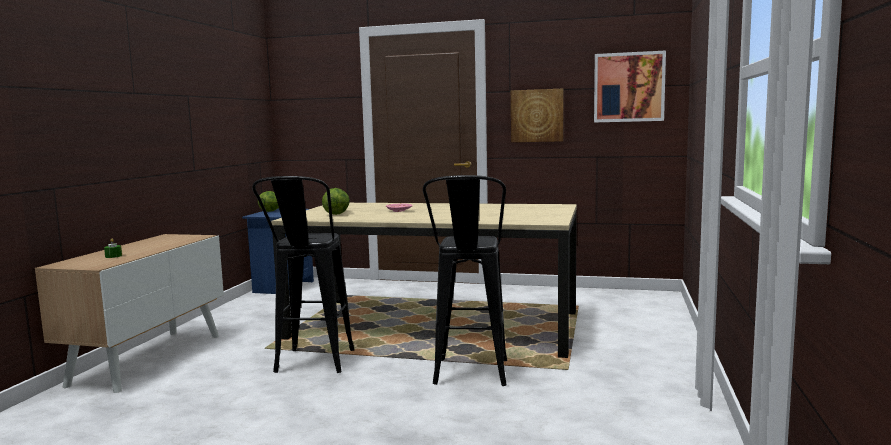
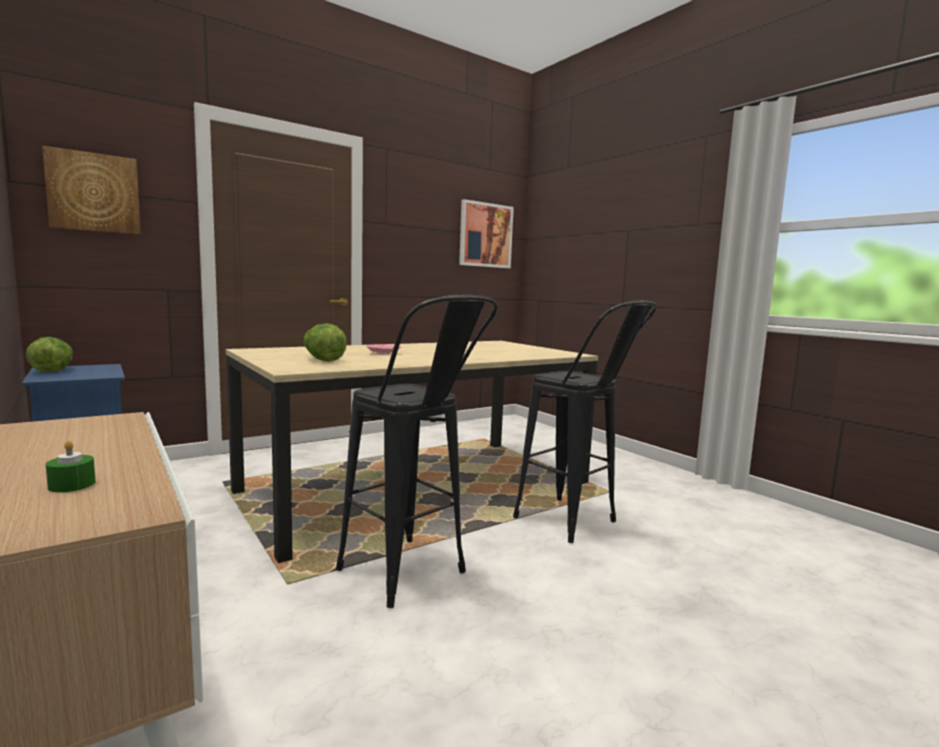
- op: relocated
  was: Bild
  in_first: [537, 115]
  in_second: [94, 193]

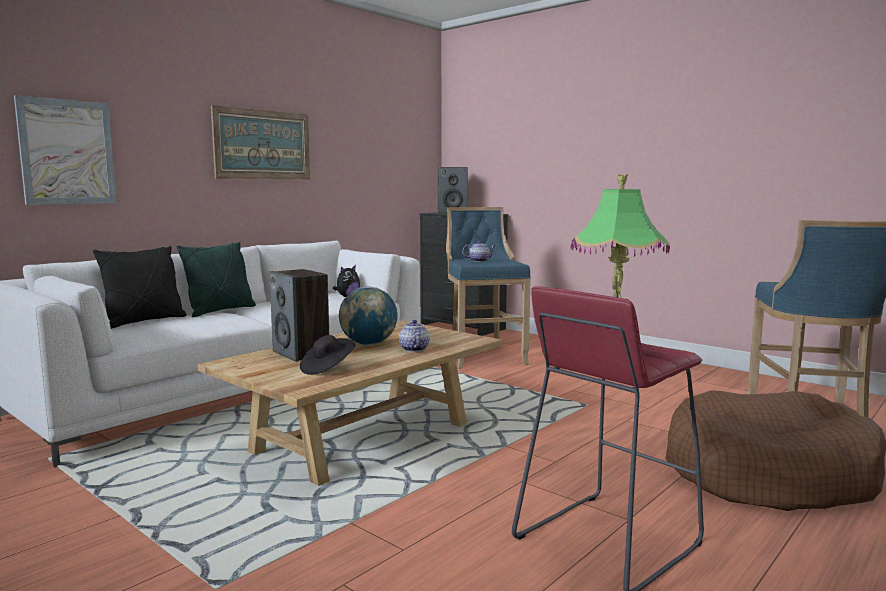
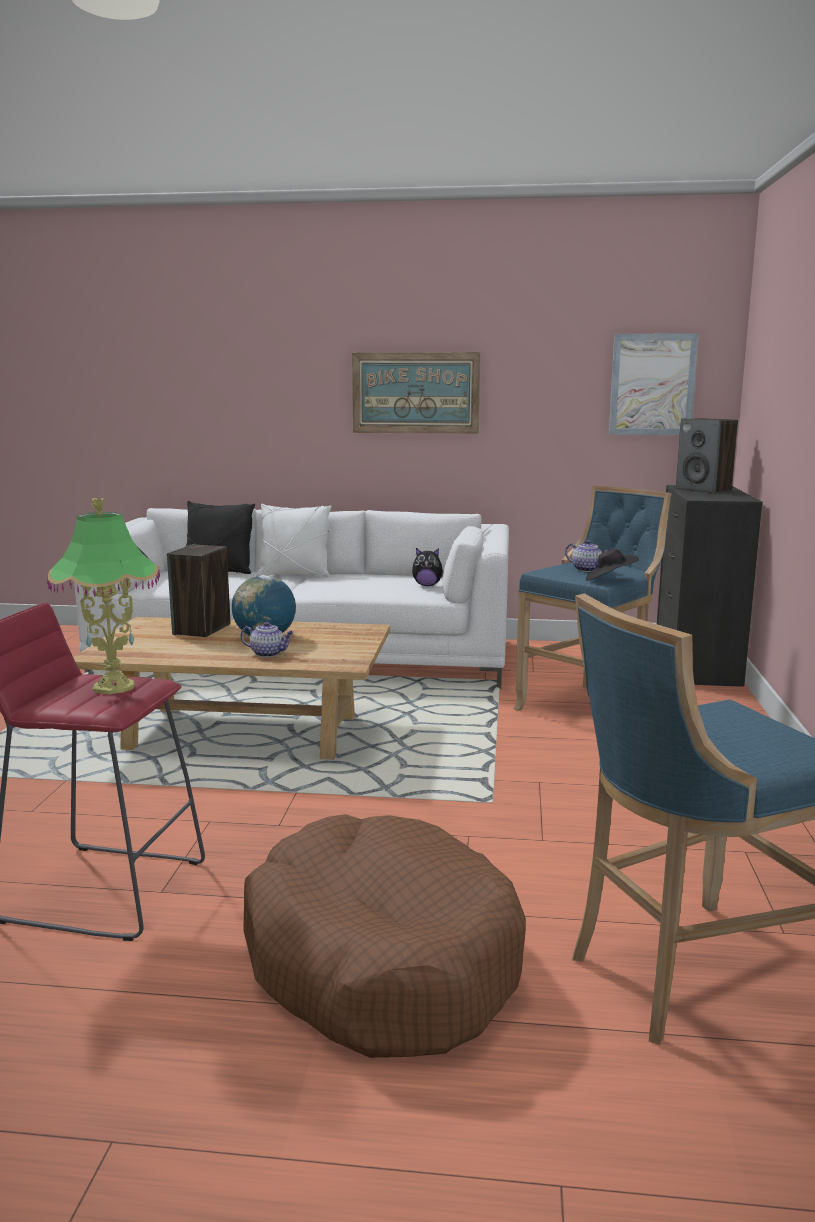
- op: relocated
  was: Bild
  in_first: [67, 152]
  in_second: [652, 384]
- op: colour
  was: Kissen [grün]
  now: Kissen [weiß]
  in_first: [220, 311]
  in_second: [294, 575]
- op: spun
  was: Teekanne
  in_first: [413, 349]
  in_second: [268, 654]
  clockwise: 60
- op: relocated
  was: Hut [schwarz]
  in_first: [327, 369]
  in_second: [610, 580]

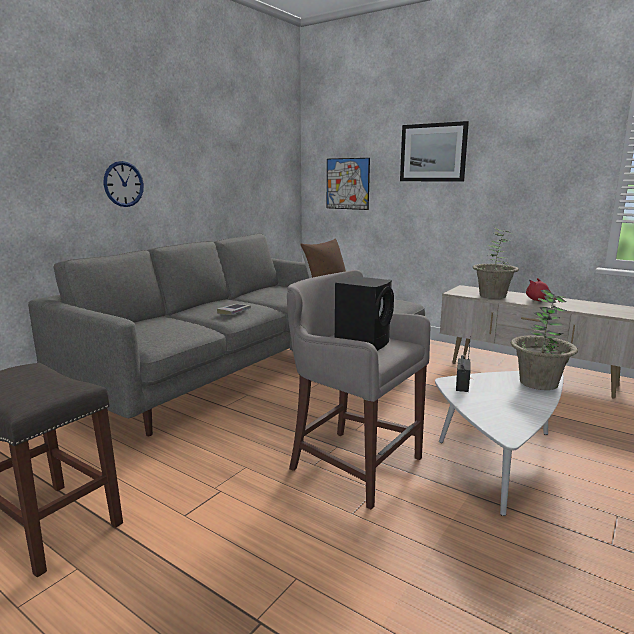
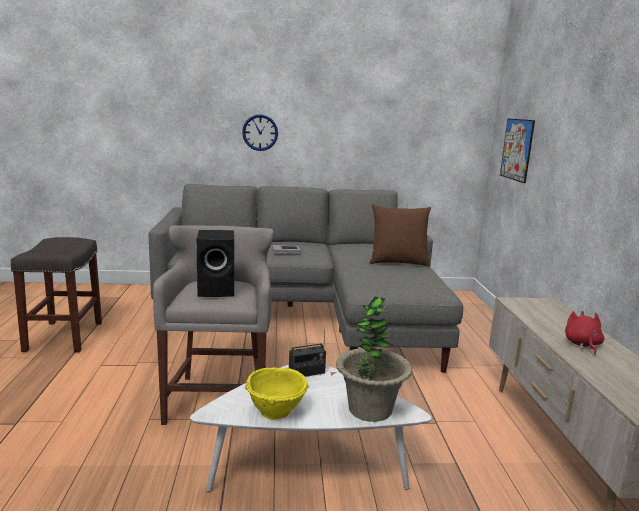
- op: missing
  was: Bild
  in_first: [433, 152]
- op: missing
  was: Topfpflanze
  in_first: [492, 296]
- op: appeared
  now: Schüssel [gelb]
  in_second: [276, 411]

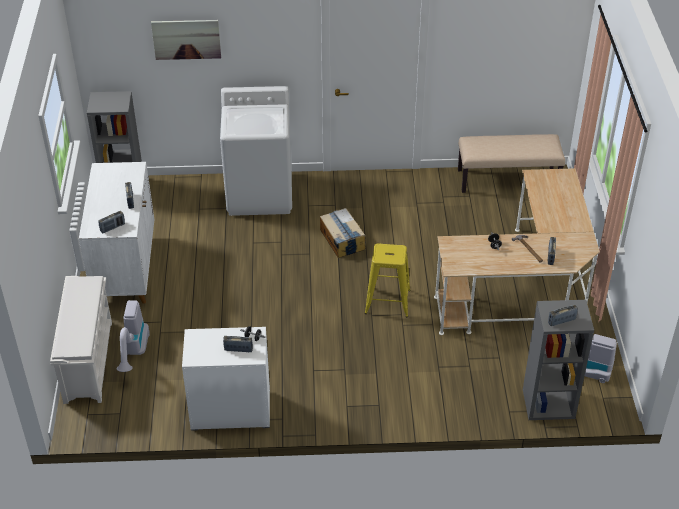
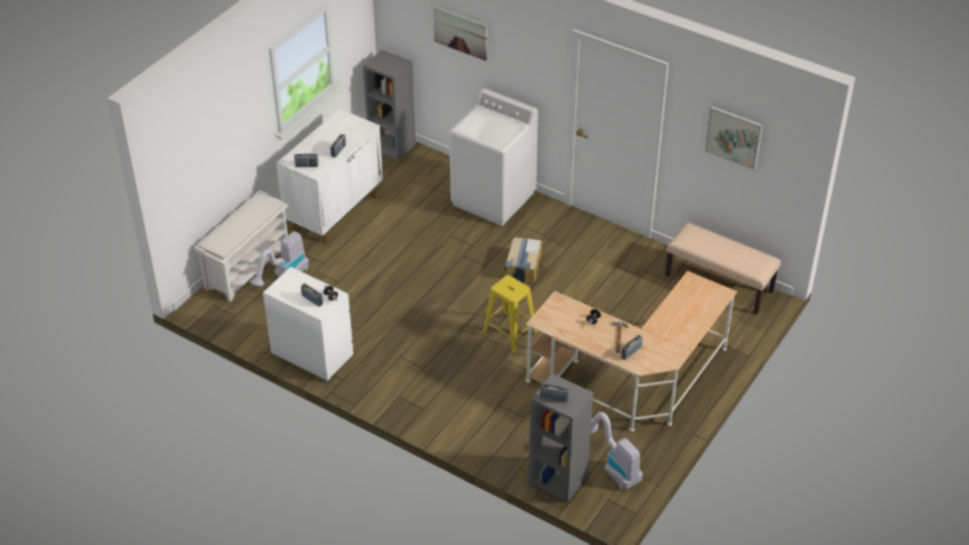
- op: appeared
  now: Bild
  in_second: [733, 137]

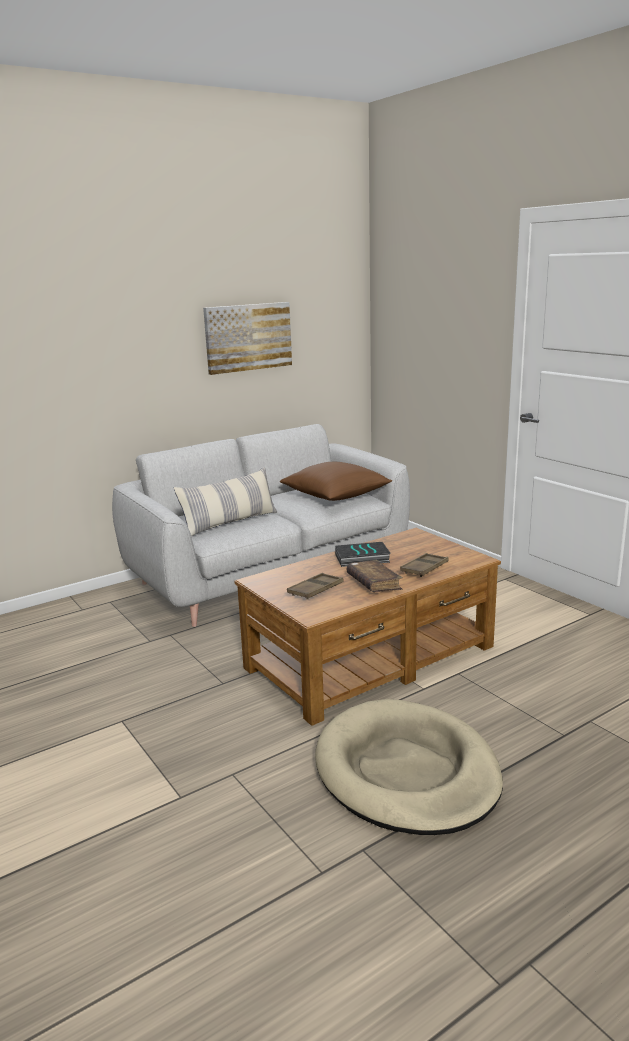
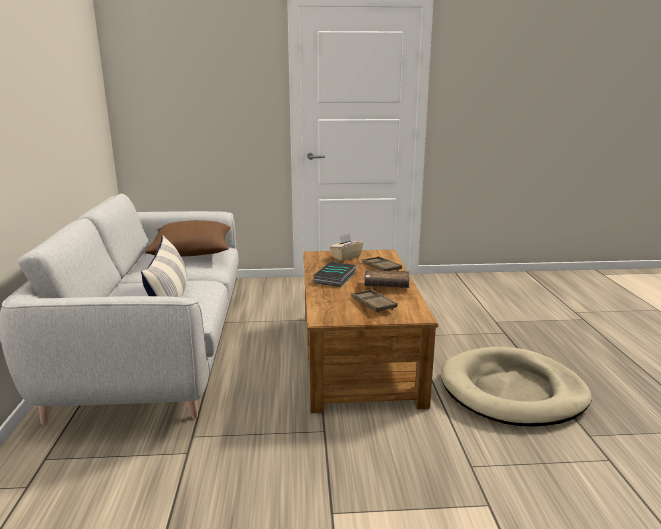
- op: missing
  was: Bild
  in_first: [248, 337]
- op: appeared
  now: Taschentuchbox [beige]
  in_second: [346, 257]

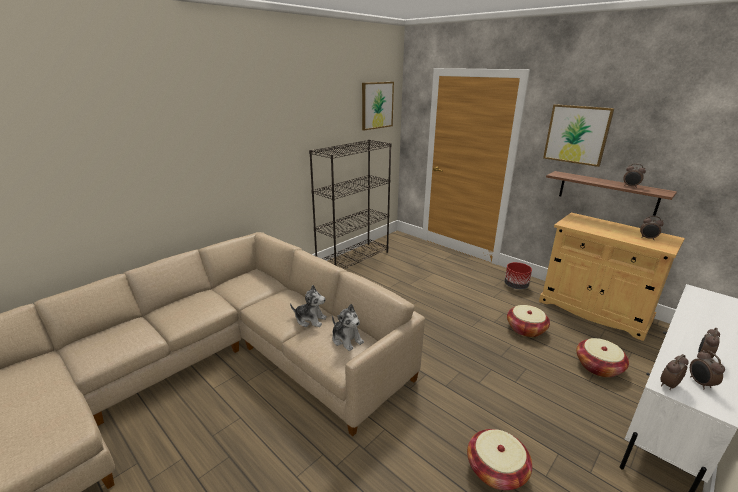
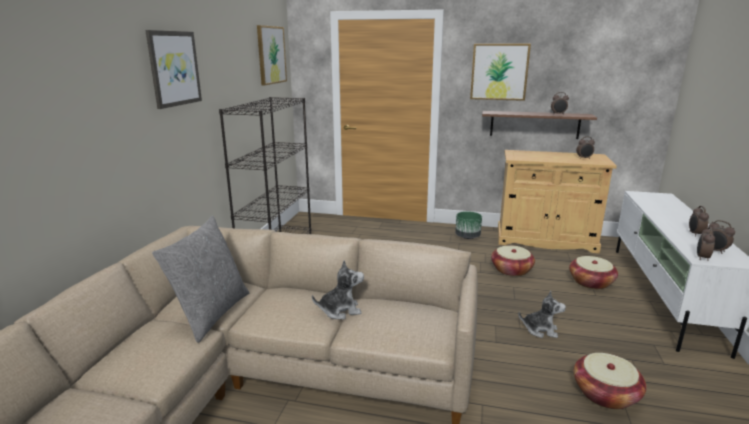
- op: colour
  was: Pflanzkübel [rot]
  now: Pflanzkübel [grün]
  in_first: [516, 286]
  in_second: [467, 236]
- op: relocated
  was: Plüschtier
  in_first: [346, 339]
  in_second: [540, 330]
- op: appeared
  now: Bild
  in_second: [174, 68]
- op: appeared
  now: Kissen [grau]
  in_second: [211, 314]

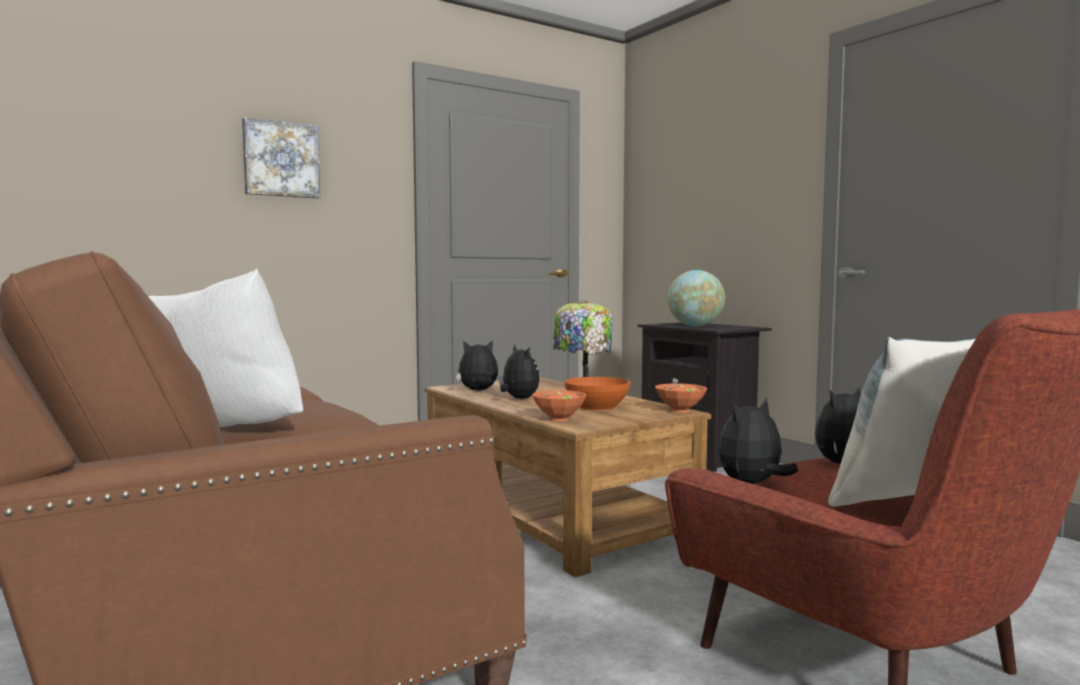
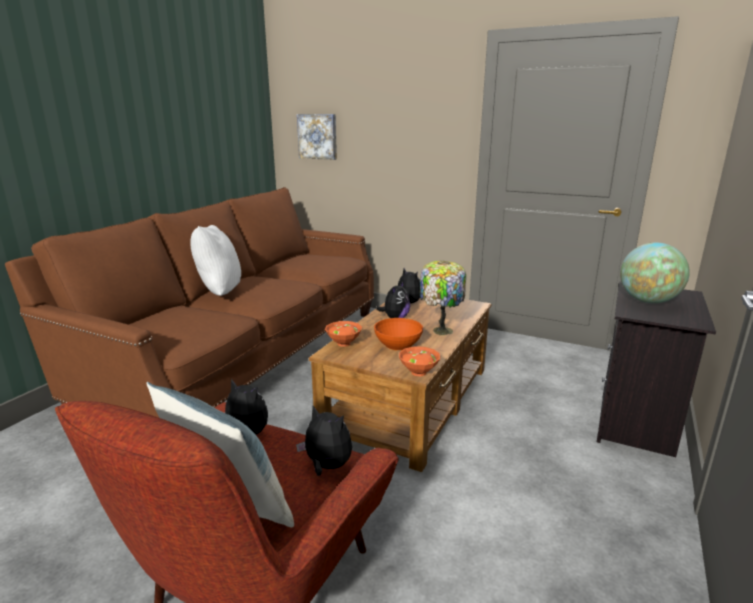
- op: relocated
  was: Bild
  in_first: [281, 160]
  in_second: [318, 136]

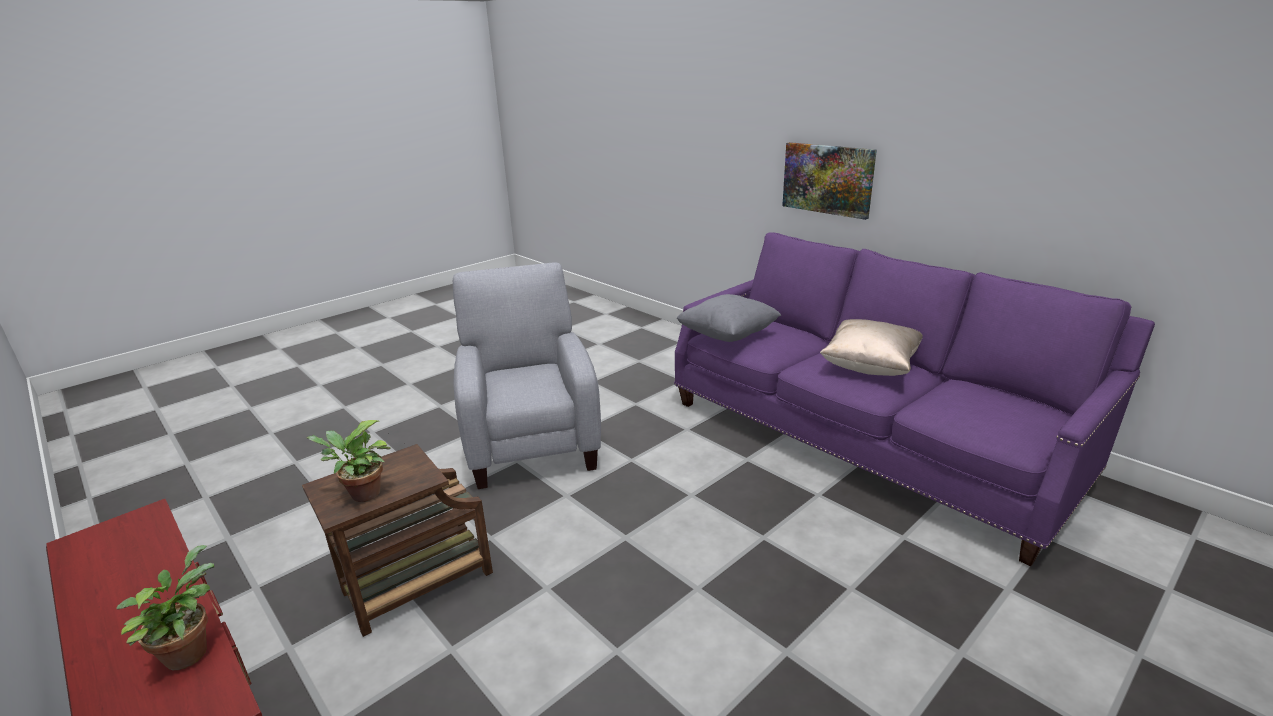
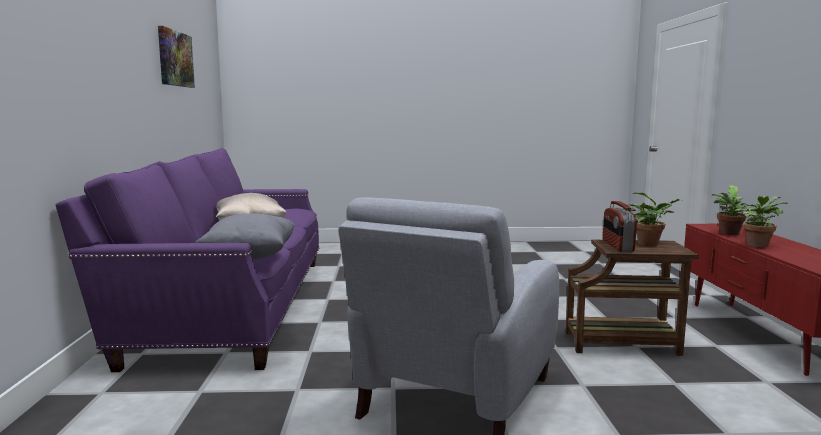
- op: relocated
  was: Bild
  in_first: [827, 179]
  in_second: [175, 58]
- op: appeared
  now: Topfpflanze
  in_second: [757, 244]
- op: appeared
  now: Radio
  in_second: [617, 246]

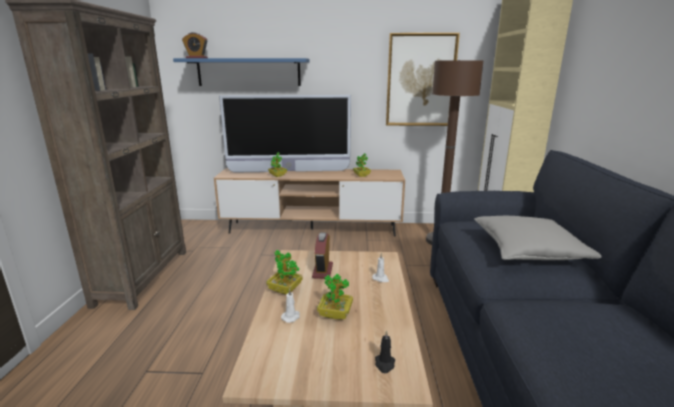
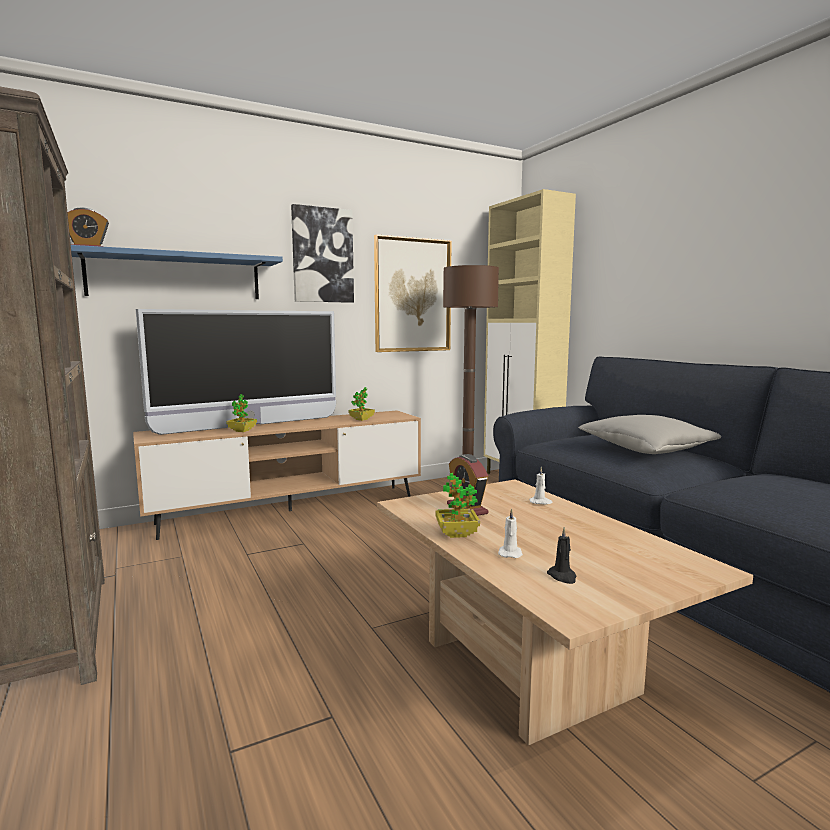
- op: missing
  was: Topfpflanze
  in_first: [335, 314]
- op: relocated
  was: Kerze [schwarz]
  in_first: [384, 364]
  in_second: [562, 577]
- op: appeared
  now: Bild
  in_second: [322, 255]

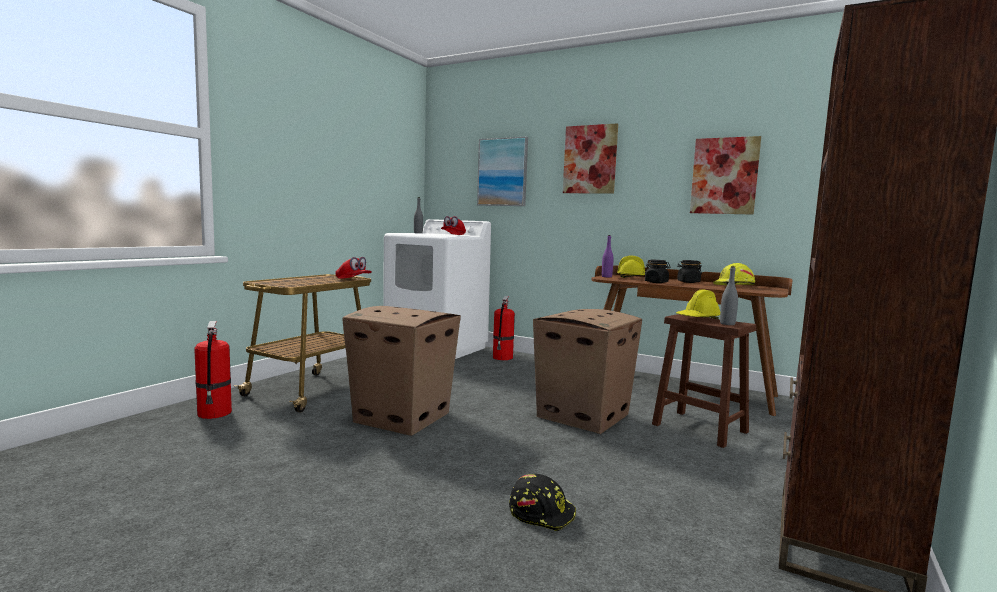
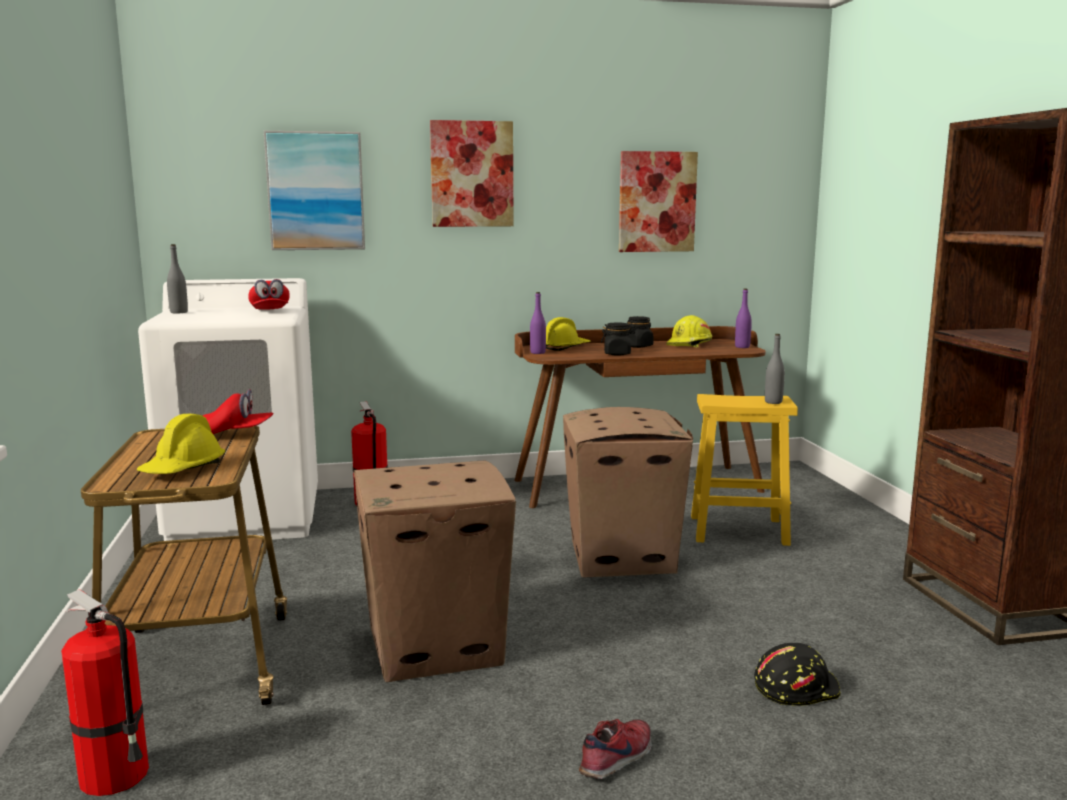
- op: relocated
  was: Schutzhelm [gelb]
  in_first: [698, 318]
  in_second: [183, 469]
- op: colour
  was: Hocker [braun]
  now: Hocker [gelb]
  in_first: [698, 428]
  in_second: [736, 530]
- op: appeared
  now: Flasche [lila]
  in_second: [742, 347]
- op: appeared
  now: Schuh
  in_second: [618, 759]

